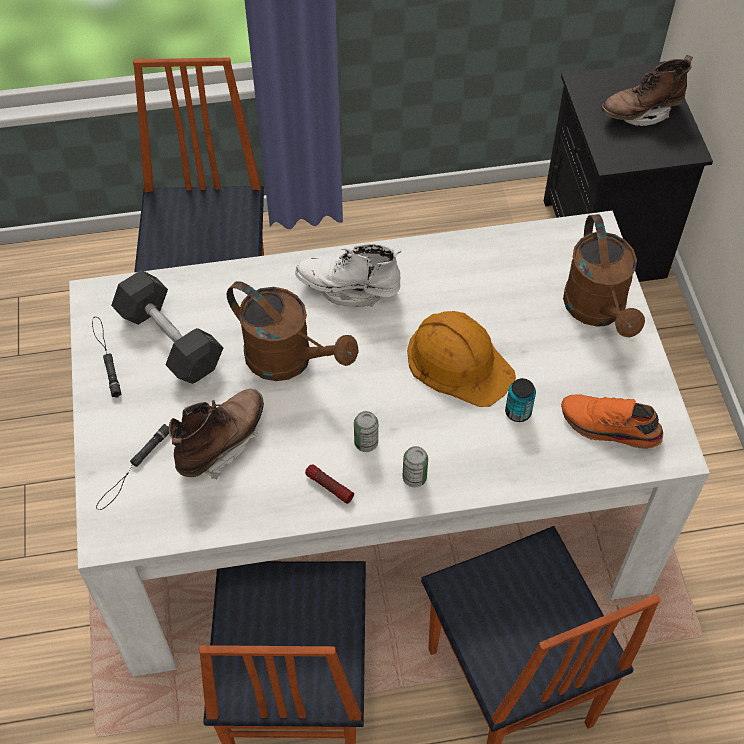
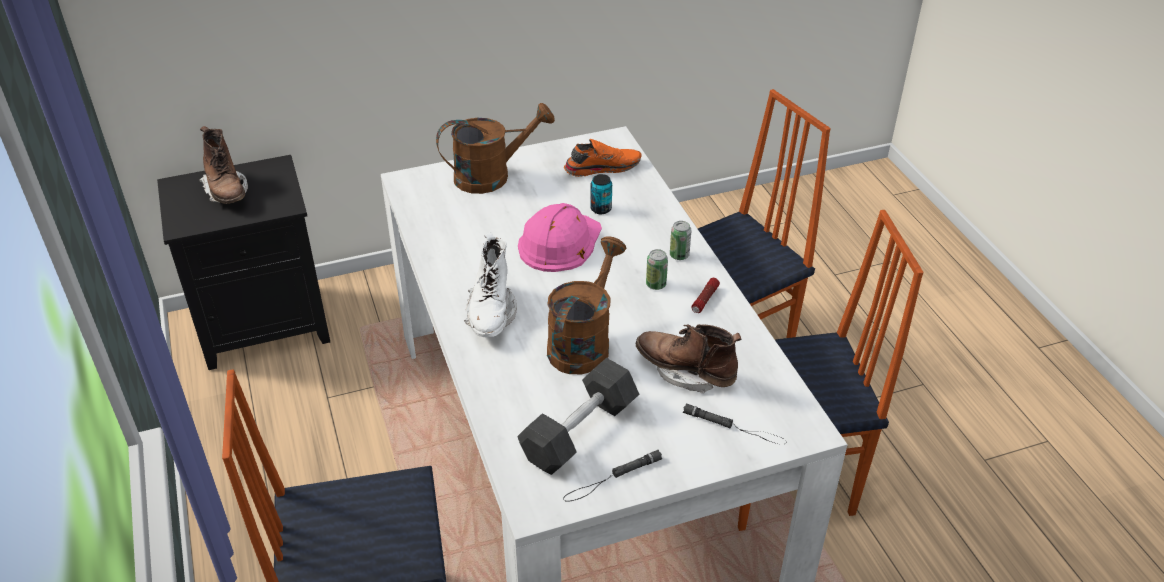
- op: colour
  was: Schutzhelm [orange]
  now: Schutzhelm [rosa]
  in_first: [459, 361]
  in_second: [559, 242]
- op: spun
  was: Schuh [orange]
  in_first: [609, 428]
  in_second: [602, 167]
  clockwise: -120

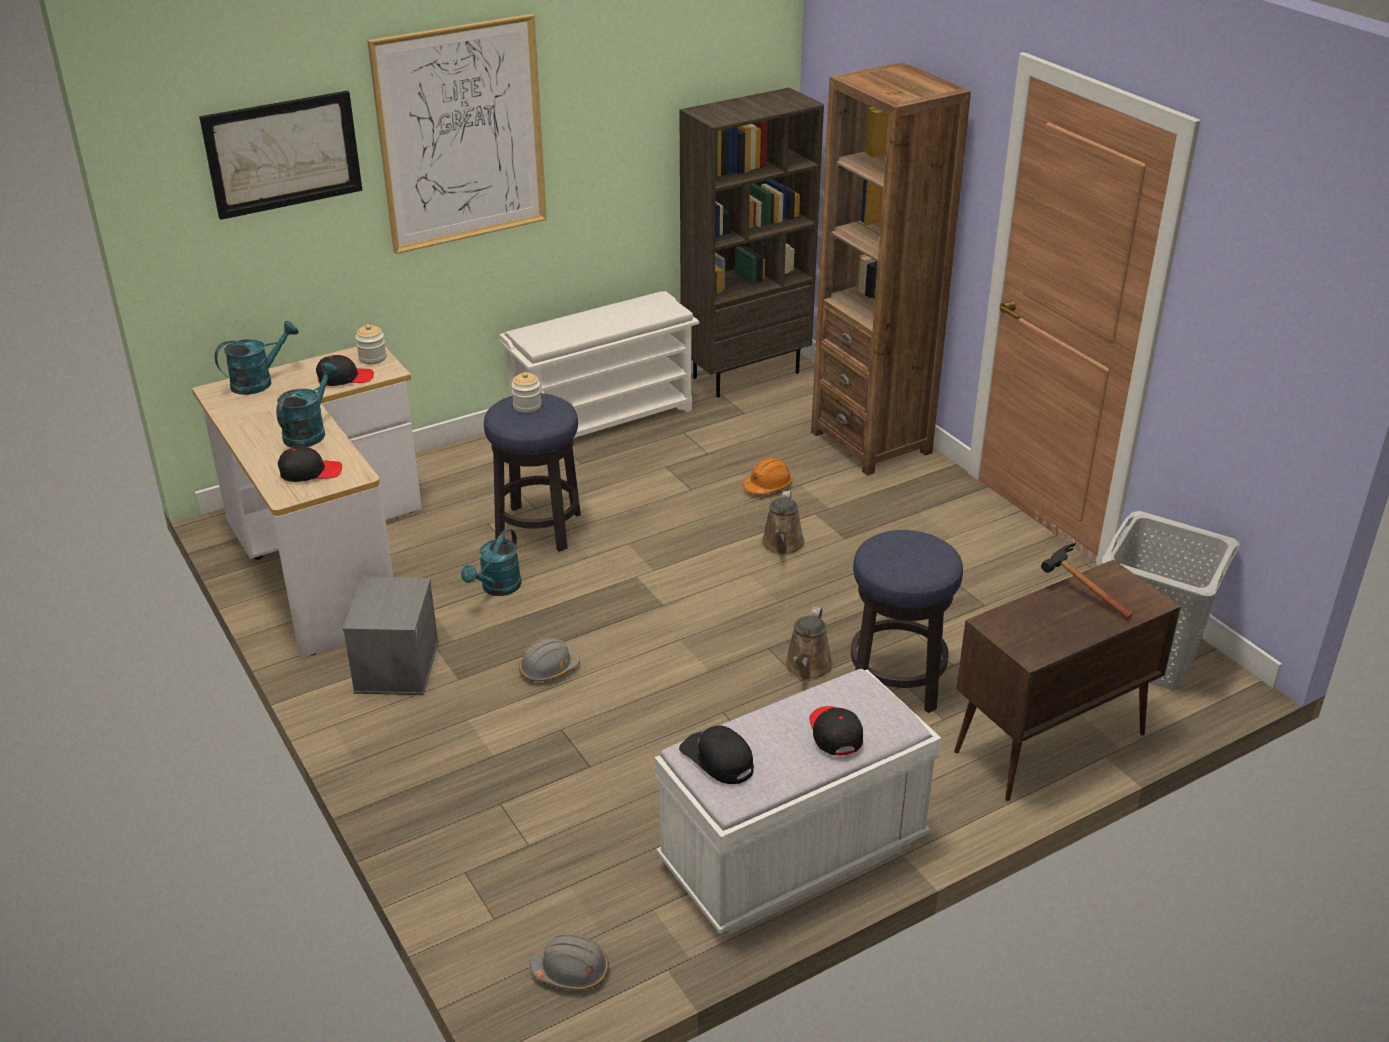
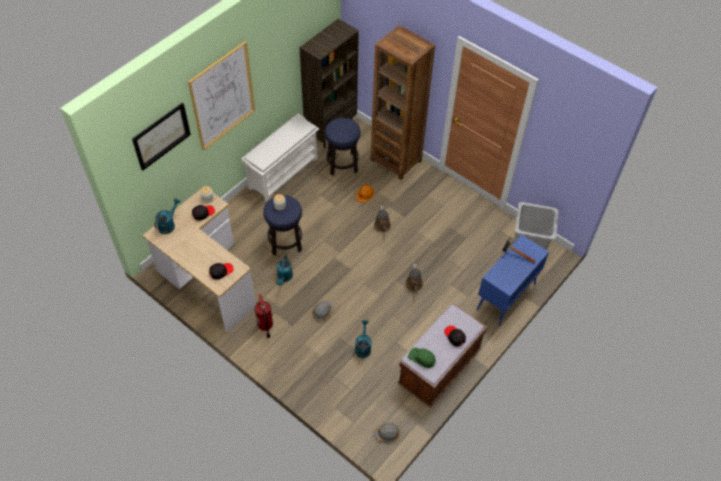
- op: relocated
  was: Gießkanne [türkis]
  in_first: [309, 432]
  in_second: [363, 347]
- op: relocated
  was: Hocker
  in_first: [896, 682]
  in_second: [342, 164]
- op: colour
  was: Schrank [braun]
  now: Schrank [blau]
  in_first: [1048, 744]
  in_second: [505, 297]
- op: exchanged
  was: Aufbewahrungsbox [grau]
  now: Feuerlöscher
  in_first: [396, 666]
  in_second: [265, 326]
- op: colour
  was: Bank [weiß]
  now: Bank [braun]
  in_first: [793, 855]
  in_second: [439, 368]
- op: colour
  was: Kappe [schwarz]
  now: Kappe [grün]
  in_first: [717, 759]
  in_second: [422, 358]

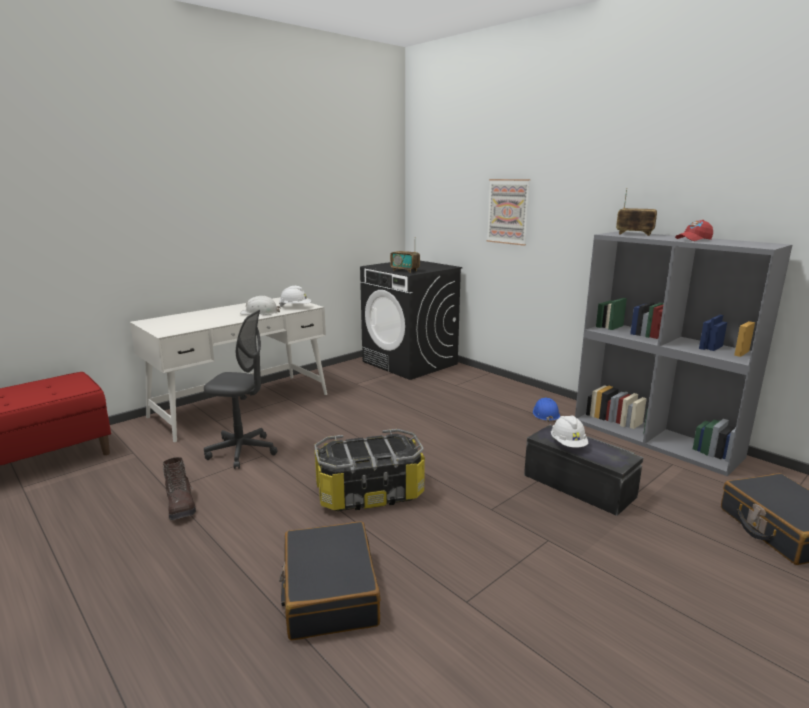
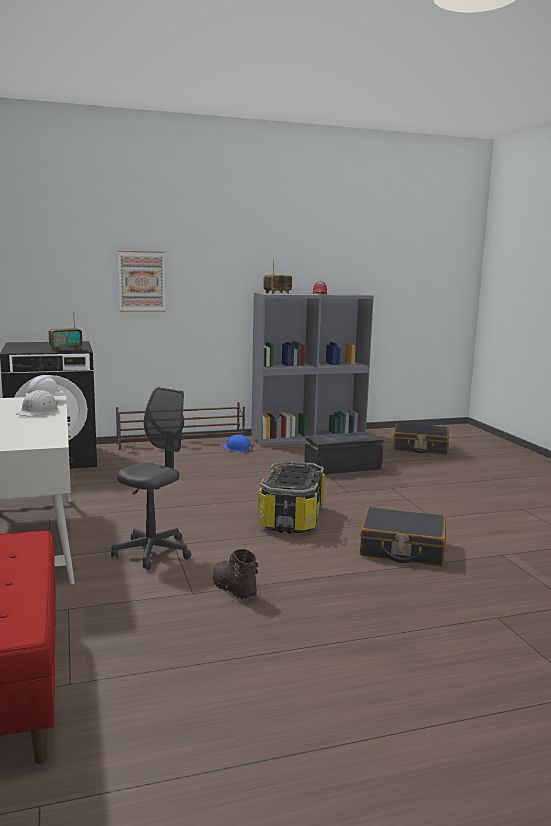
- op: missing
  was: Schutzhelm [weiß]
  in_first: [568, 444]
- op: spun
  was: Stiefel [braun]
  in_first: [181, 506]
  in_second: [233, 588]
  clockwise: -120
- op: appeared
  now: Schuhregal [braun]
  in_second: [182, 443]

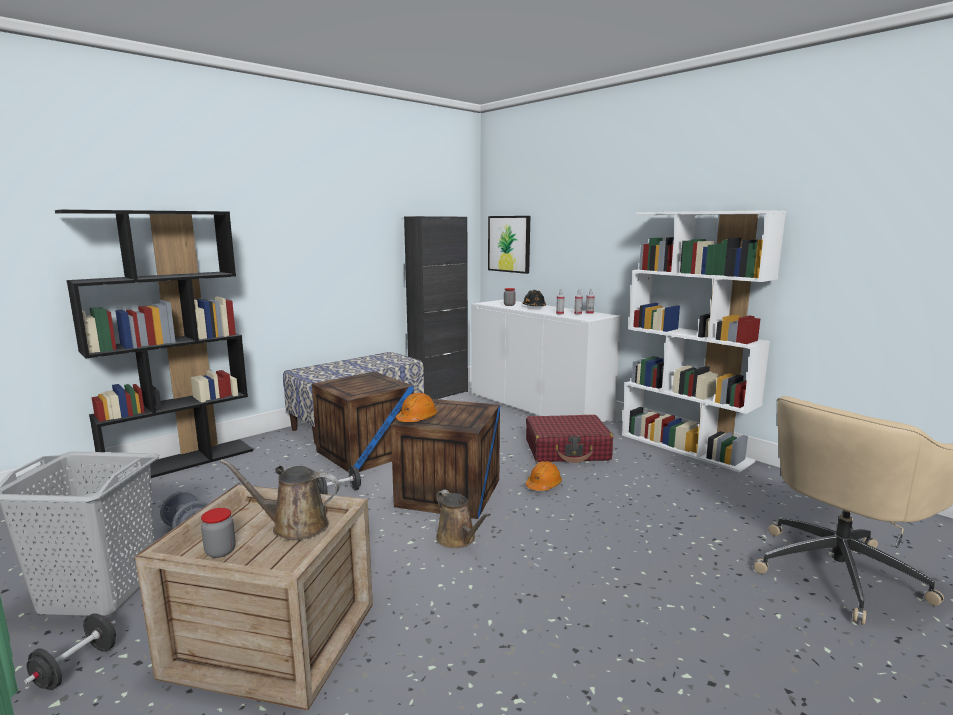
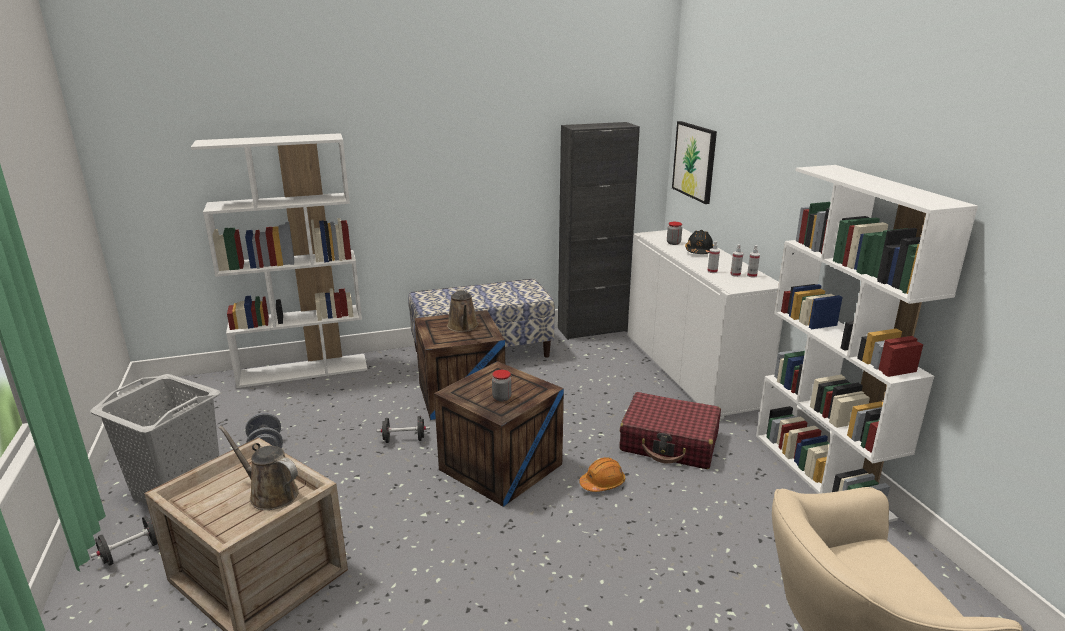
- op: colour
  was: Bücherregal [schwarz]
  now: Bücherregal [weiß]
  in_first: [181, 462]
  in_second: [304, 370]
- op: missing
  was: Schutzhelm [orange]
  in_first: [417, 419]
- op: relocated
  was: Gießkanne [braun]
  in_first: [458, 539]
  in_second: [463, 327]
- op: relocated
  was: Vorratsglas
  in_first: [220, 551]
  in_second: [502, 398]

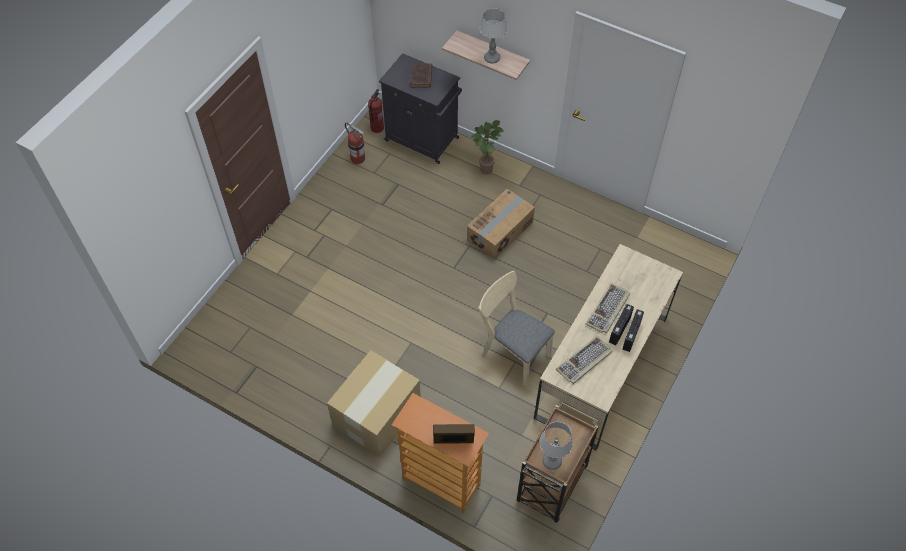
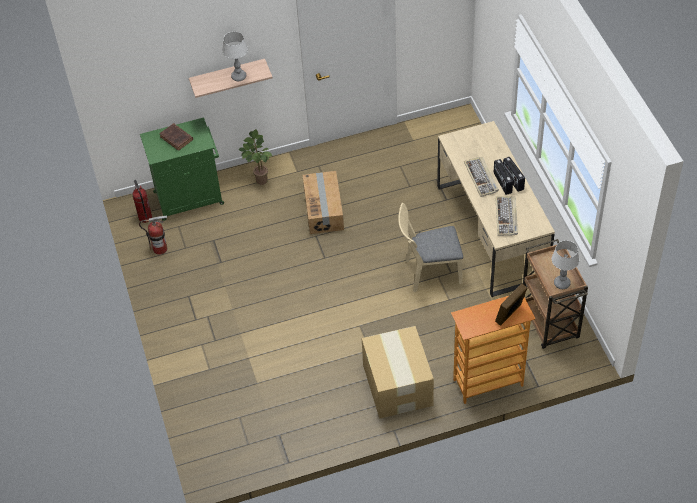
- op: colour
  was: Schrank [schwarz]
  now: Schrank [grün]
  in_first: [423, 140]
  in_second: [190, 198]

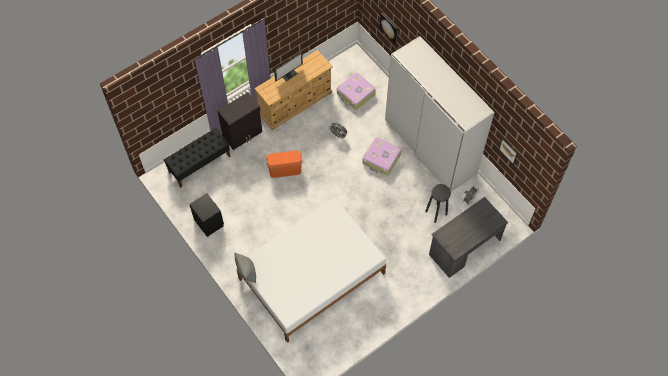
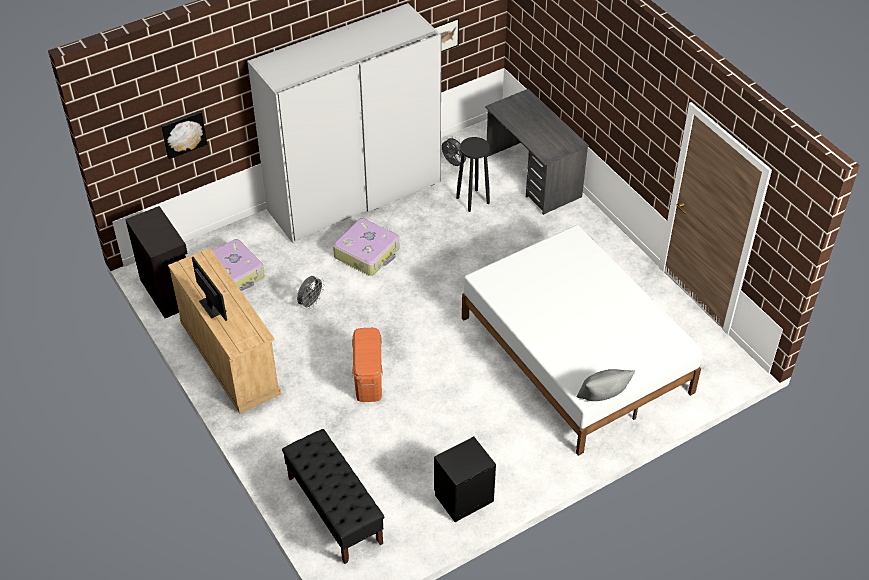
- op: relocated
  was: Schrank [schwarz]
  in_first: [243, 134]
  in_second: [168, 291]

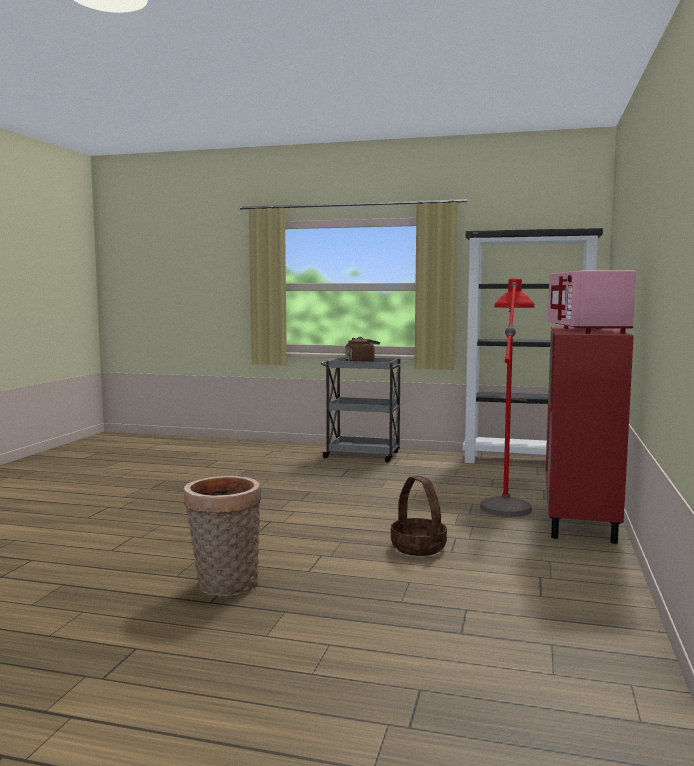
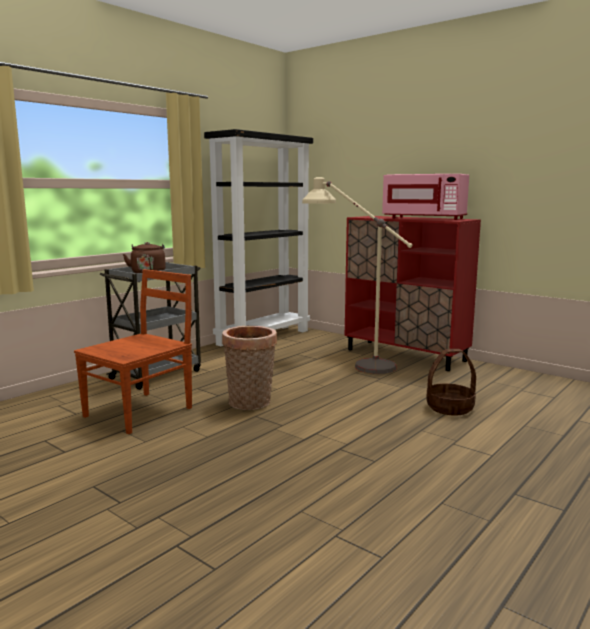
- op: colour
  was: Stehlampe [rot]
  now: Stehlampe [beige]
  in_first: [507, 498]
  in_second: [351, 361]
- op: relocated
  was: Korb
  in_first: [224, 586]
  in_second: [250, 404]
- op: appeared
  now: Stuhl [braun]
  in_second: [141, 411]

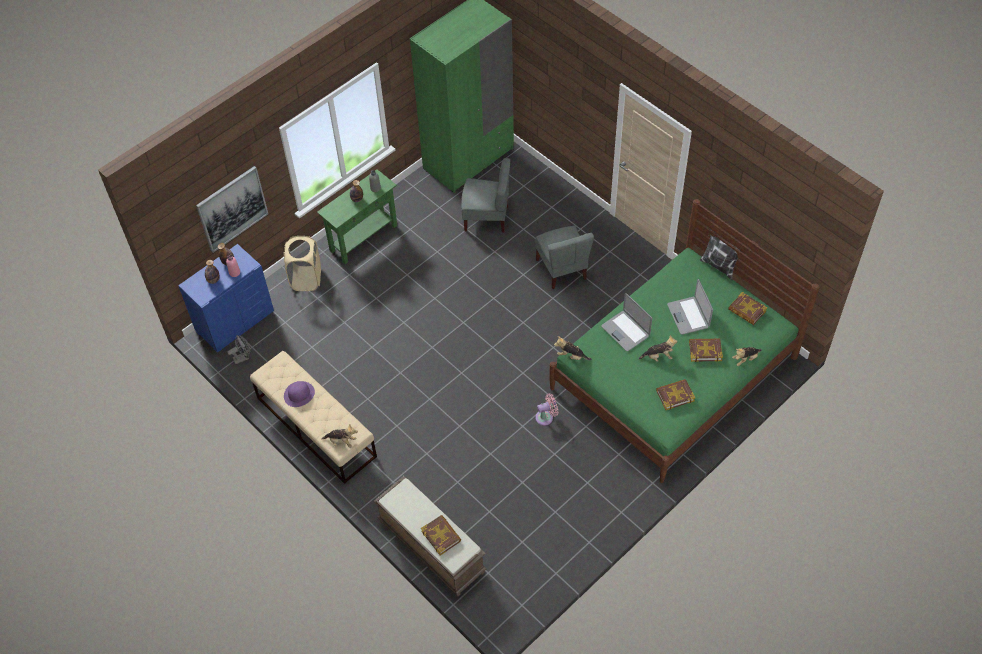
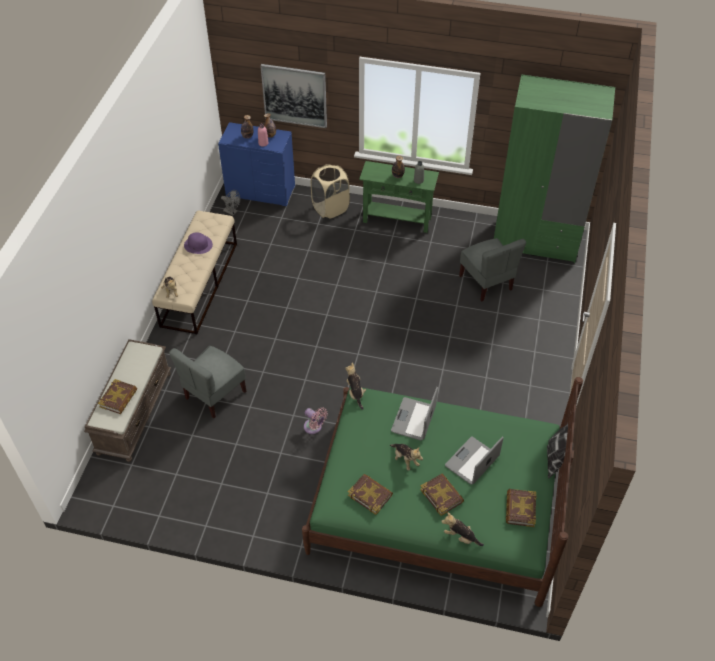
- op: relocated
  was: Stuhl [grau]
  in_first: [562, 269]
  in_second: [214, 394]

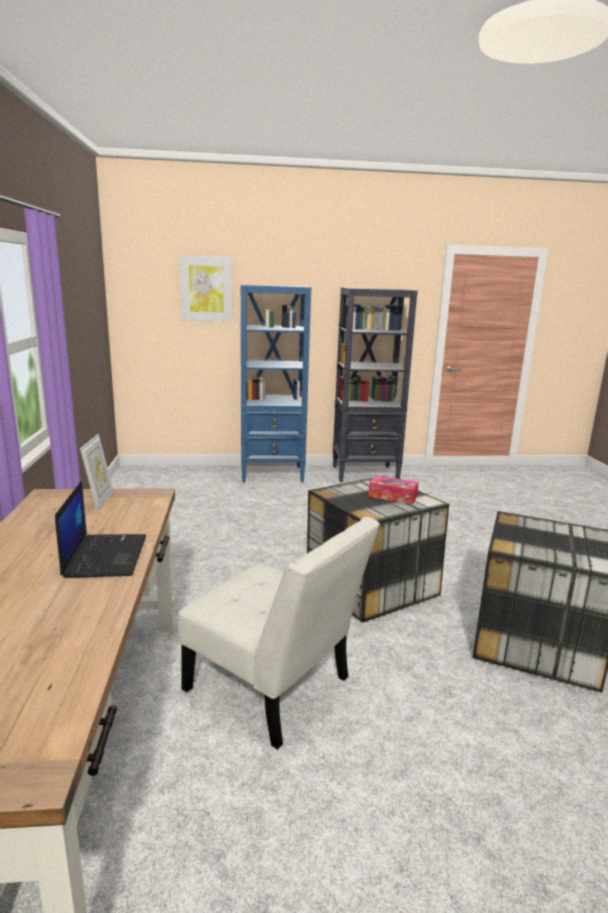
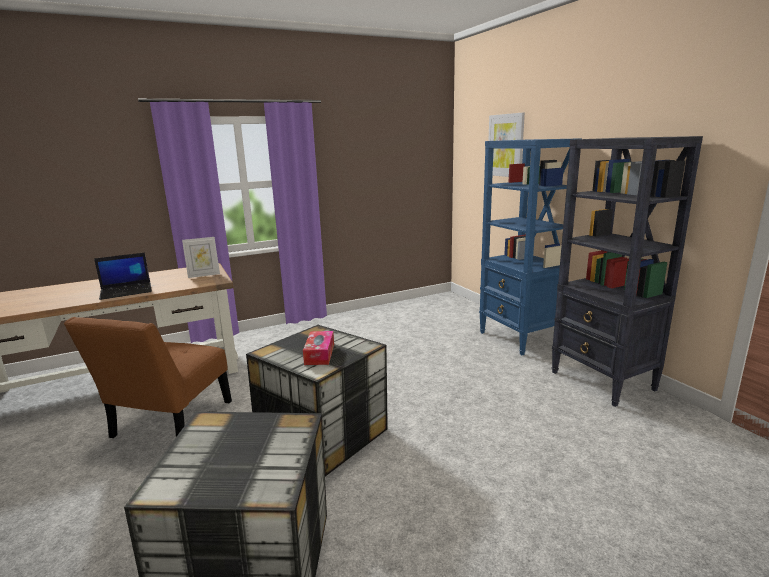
- op: colour
  was: Stuhl [weiß]
  now: Stuhl [braun]
  in_first: [274, 689]
  in_second: [168, 423]

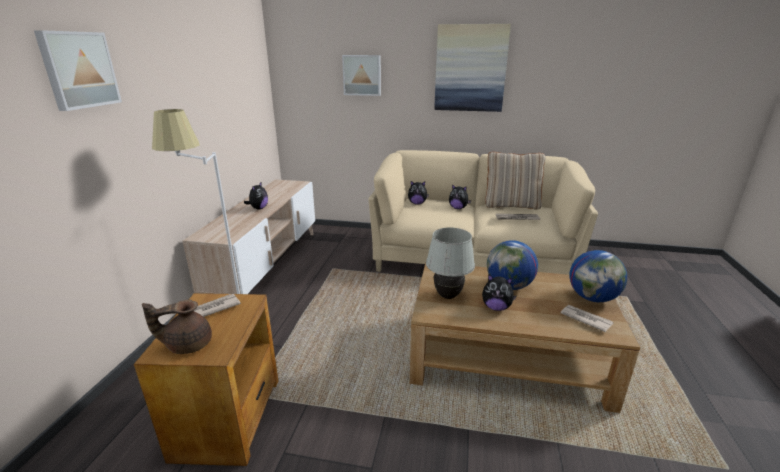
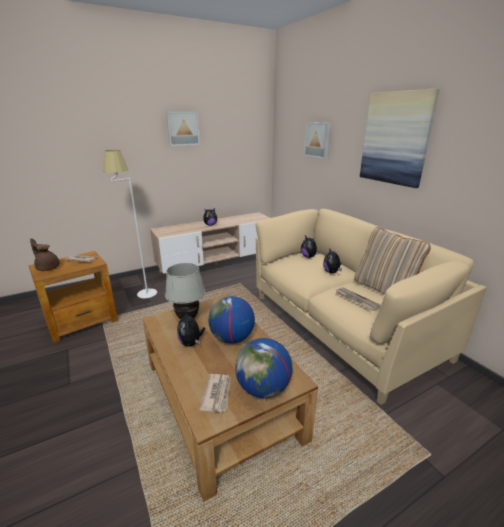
- op: relocated
  was: Bild
  in_first: [78, 70]
  in_second: [182, 128]

